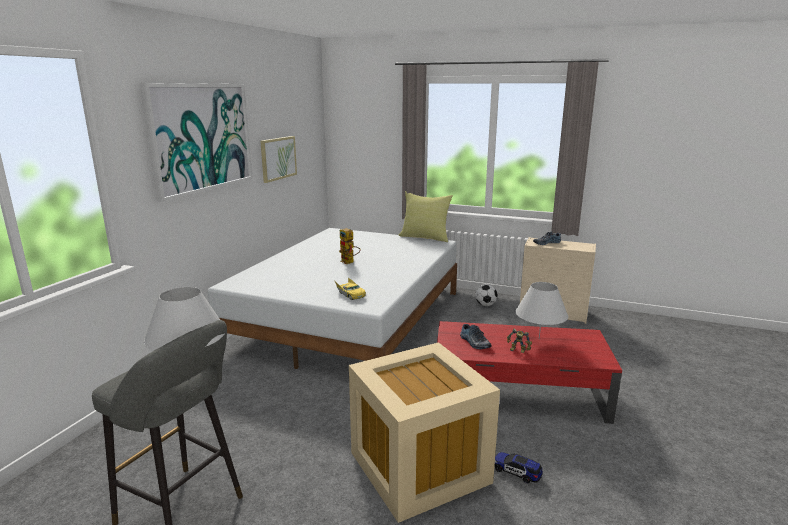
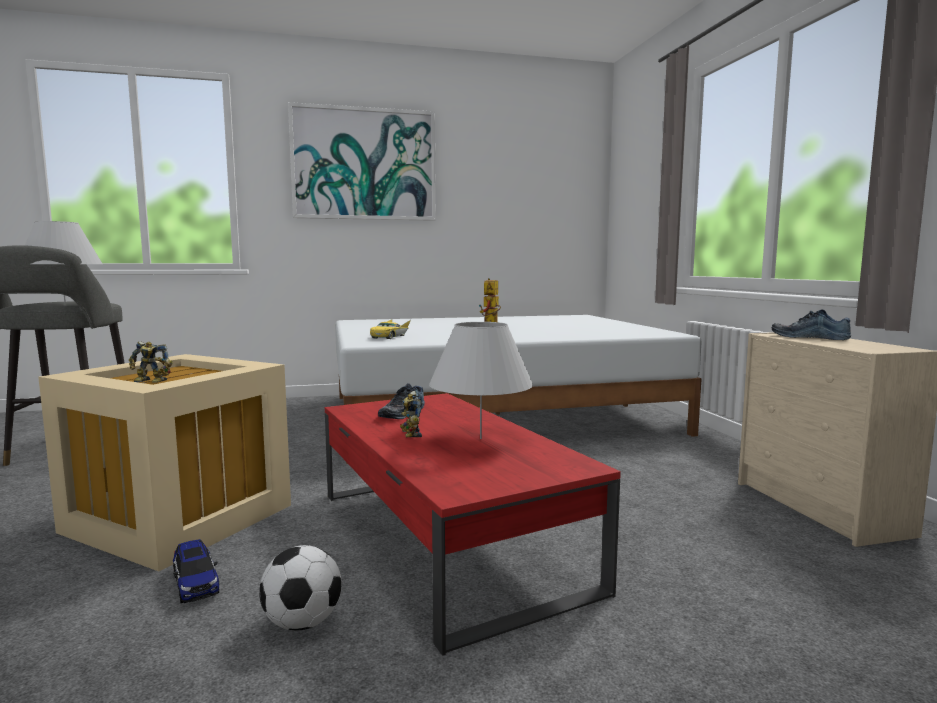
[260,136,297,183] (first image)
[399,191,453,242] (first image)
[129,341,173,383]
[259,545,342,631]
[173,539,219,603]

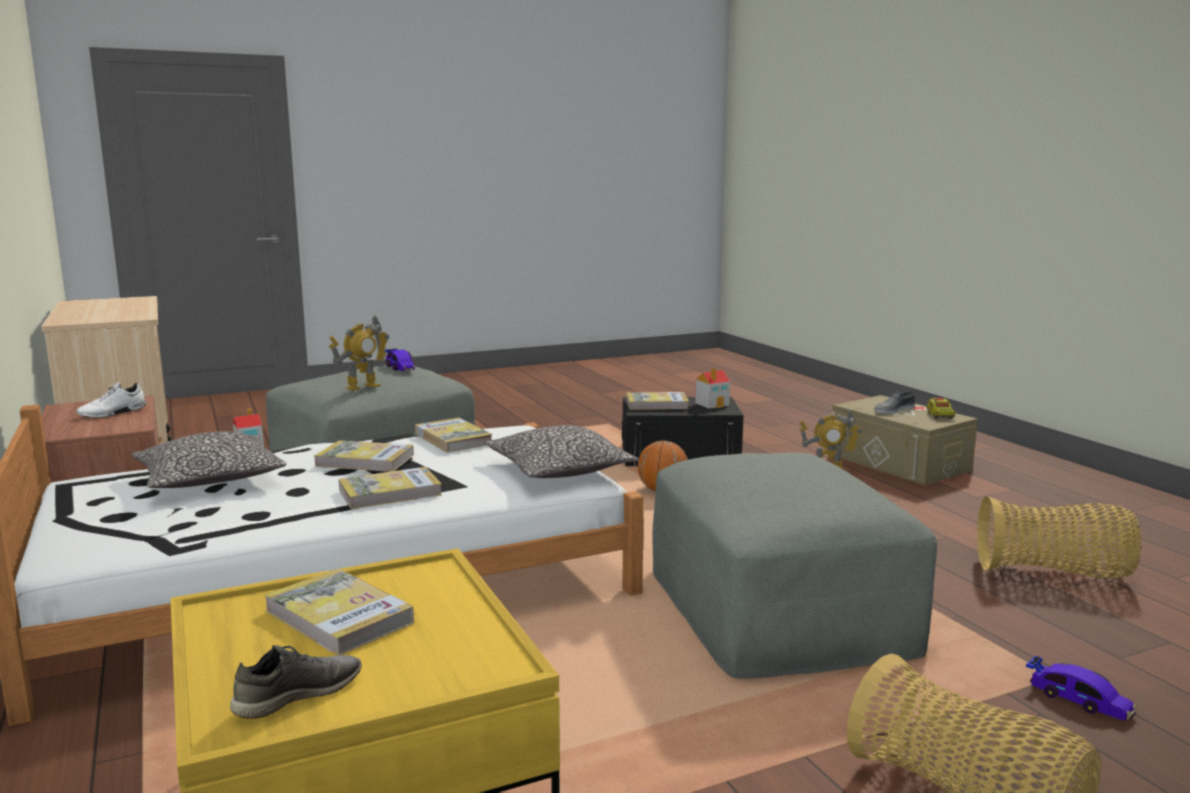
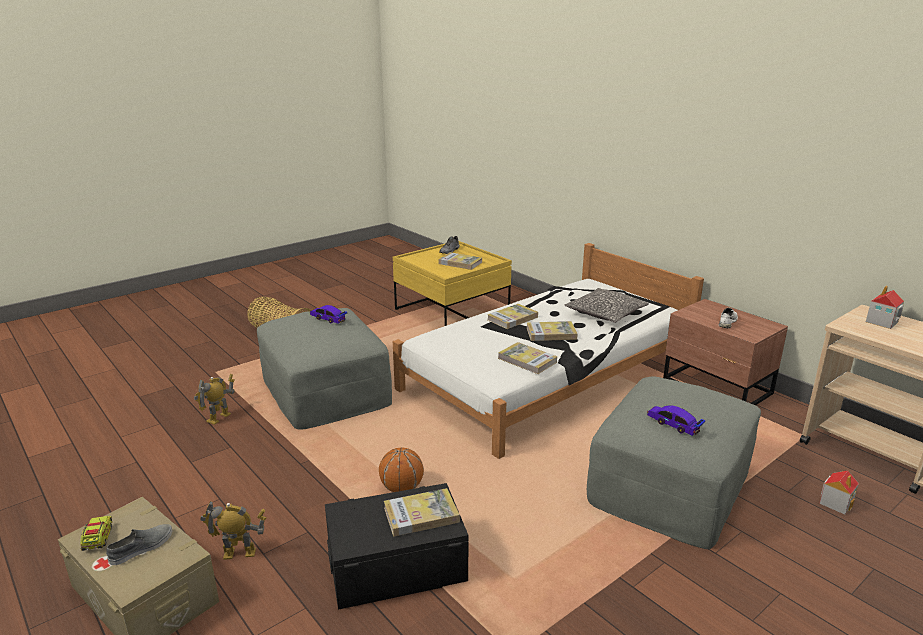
[485,425,639,478] (first image)
[977,496,1141,578] (first image)
[194,374,235,425]
[866,285,904,329]
[310,305,347,324]

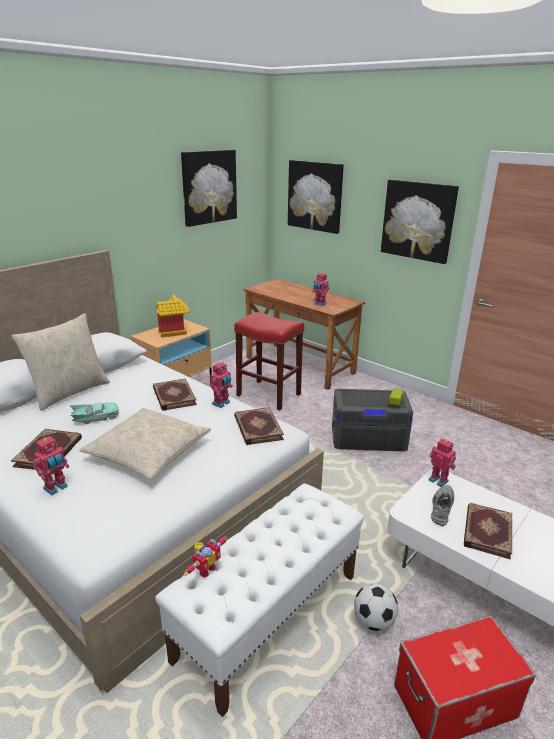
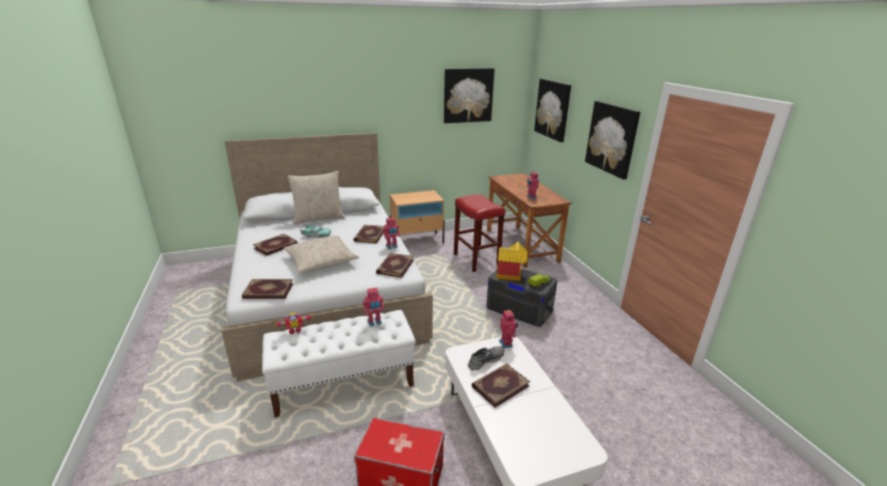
[354,583,398,631] (first image)
[242,279,293,299]
[363,288,384,326]
[496,242,527,281]

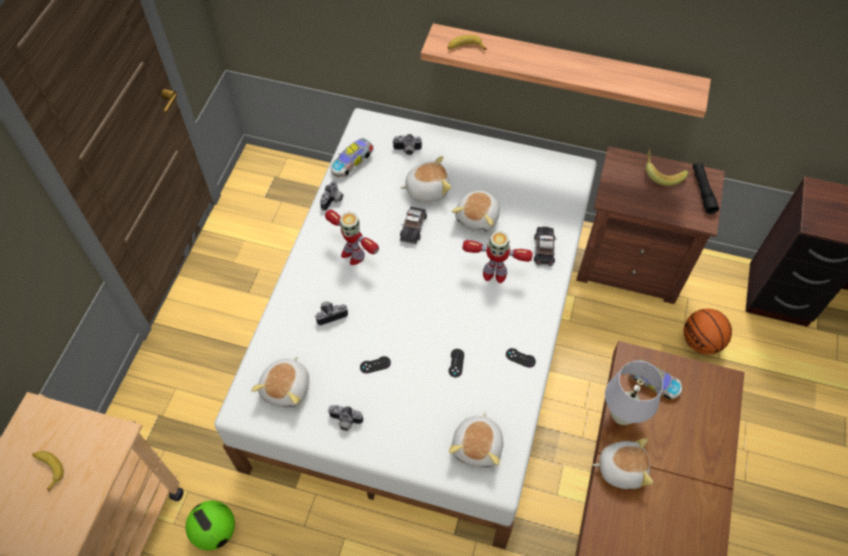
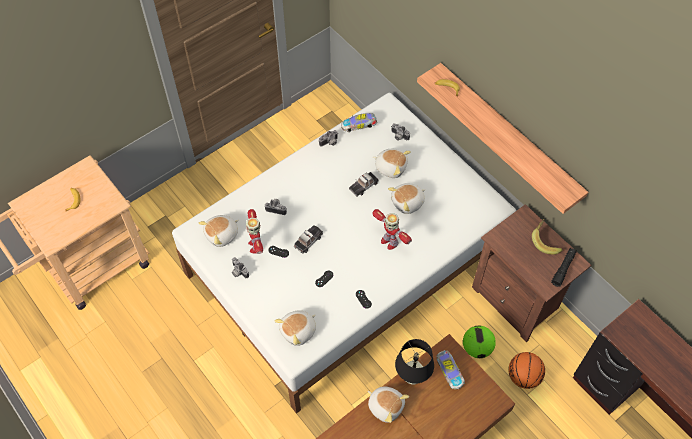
[463,326,496,358]
[246,209,263,254]
[294,225,323,253]
[395,339,434,384]

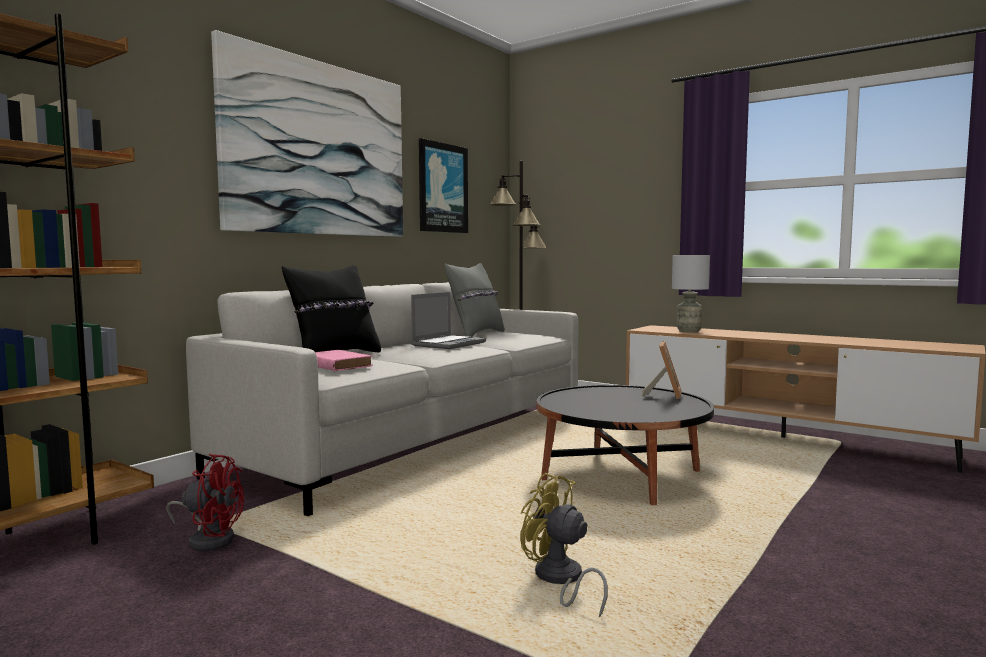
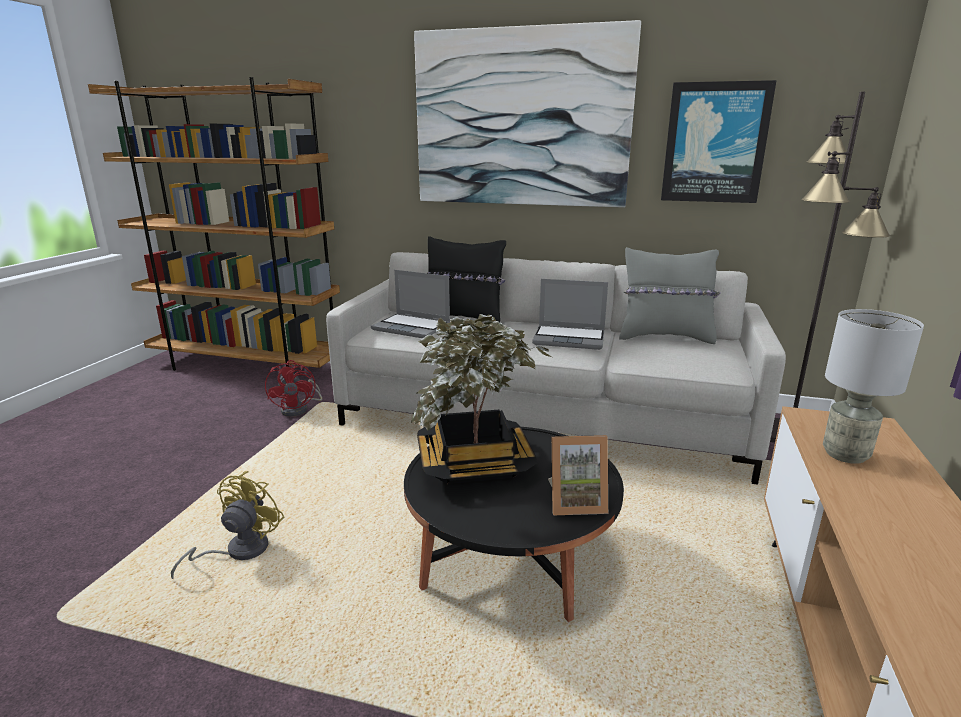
[411,314,552,484]
[371,270,450,338]

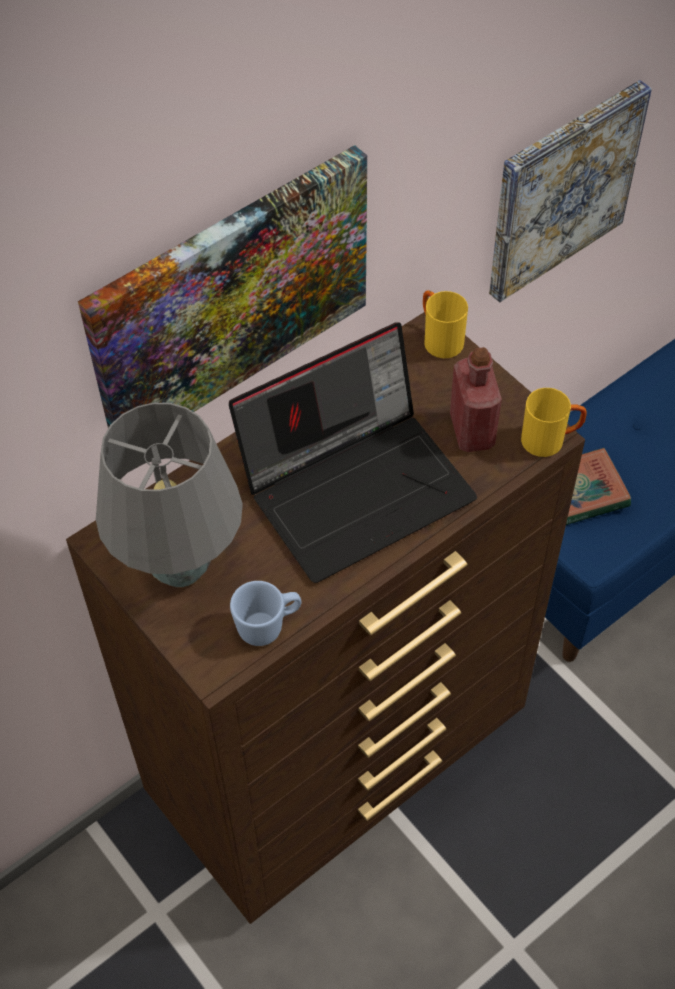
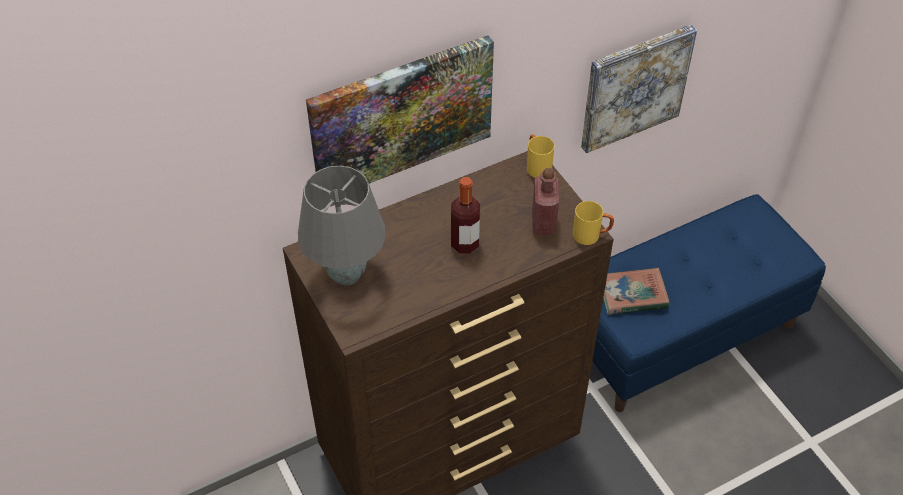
[230,581,301,646] (first image)
[451,177,480,254]

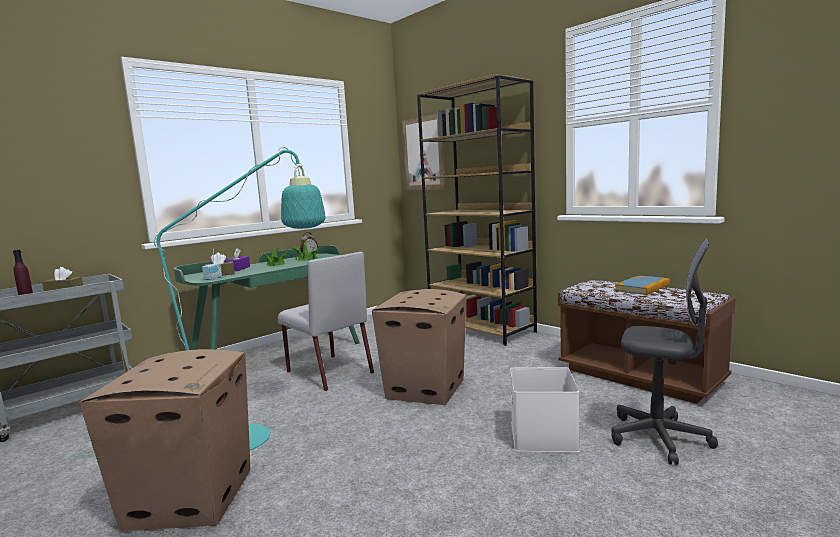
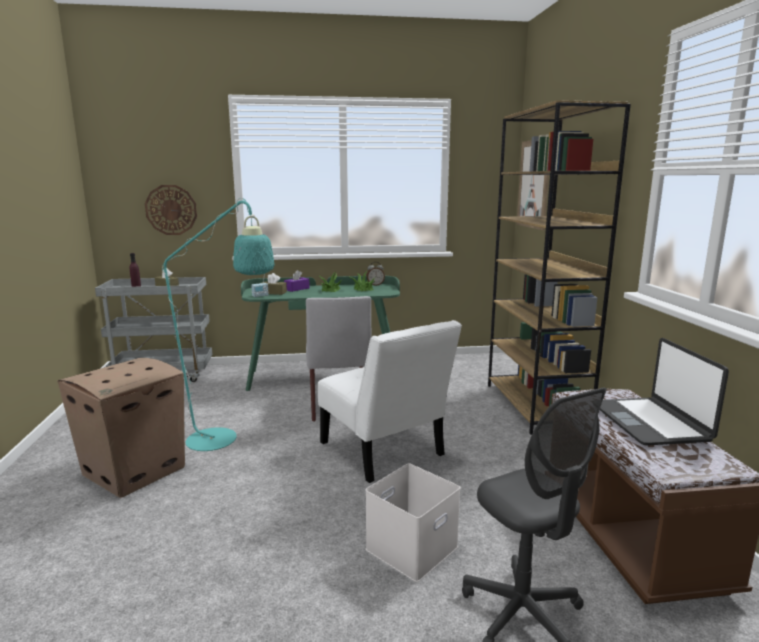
[145,185,197,235]
[318,320,462,483]
[600,338,729,446]

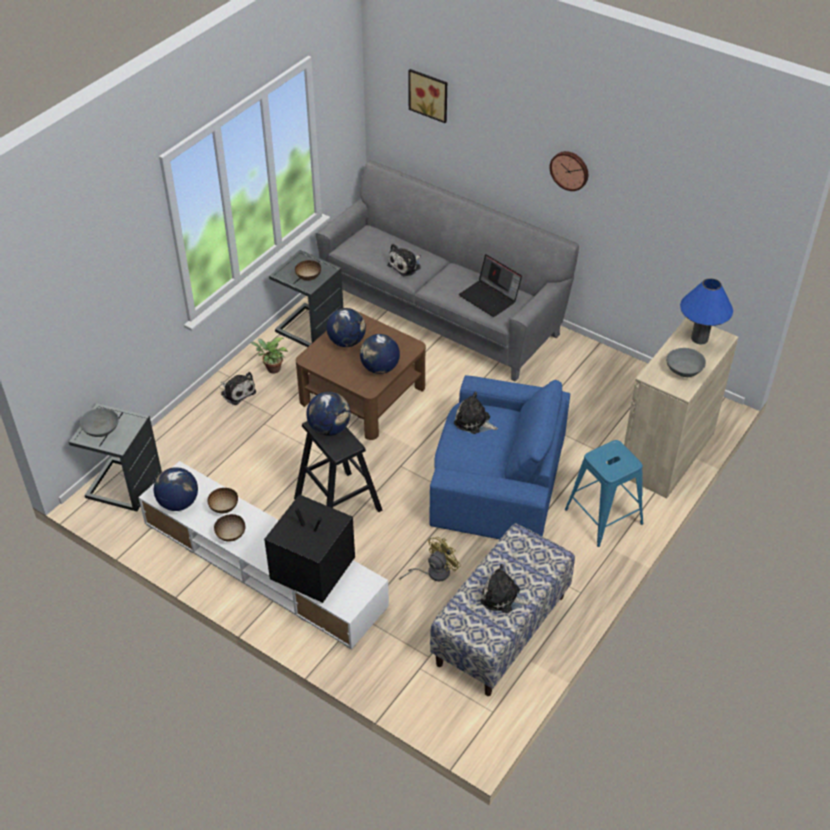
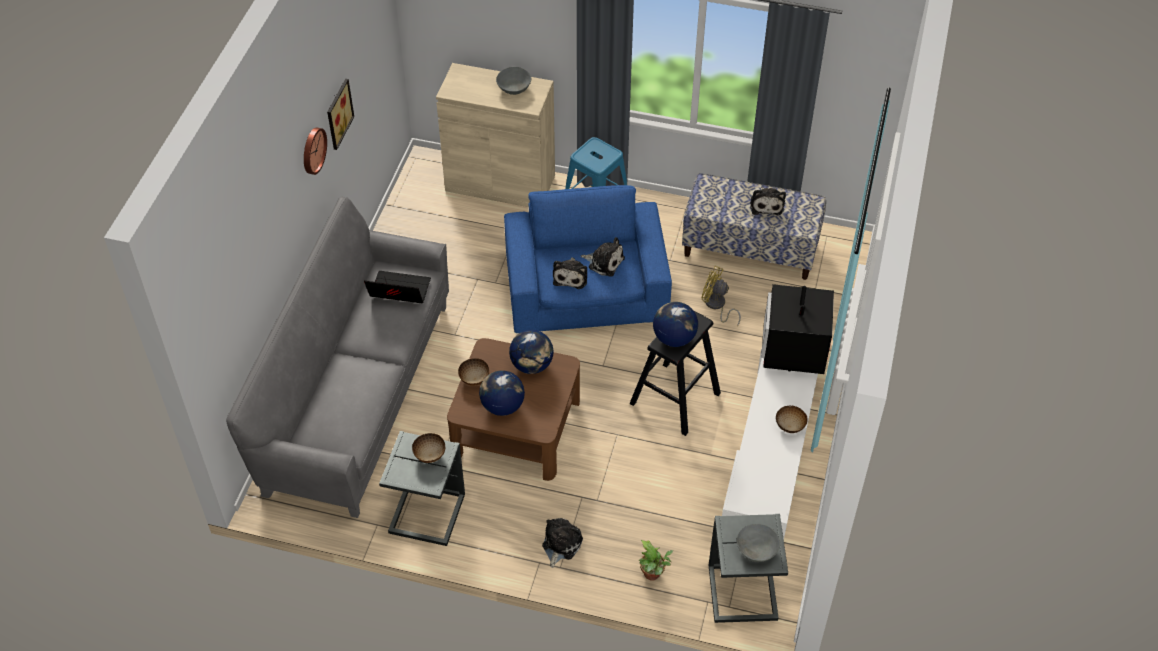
[154,467,198,511] (first image)
[680,278,733,344] (first image)
[458,358,489,386]
[639,540,673,580]
[581,237,625,277]
[327,79,354,150]
[364,271,431,303]

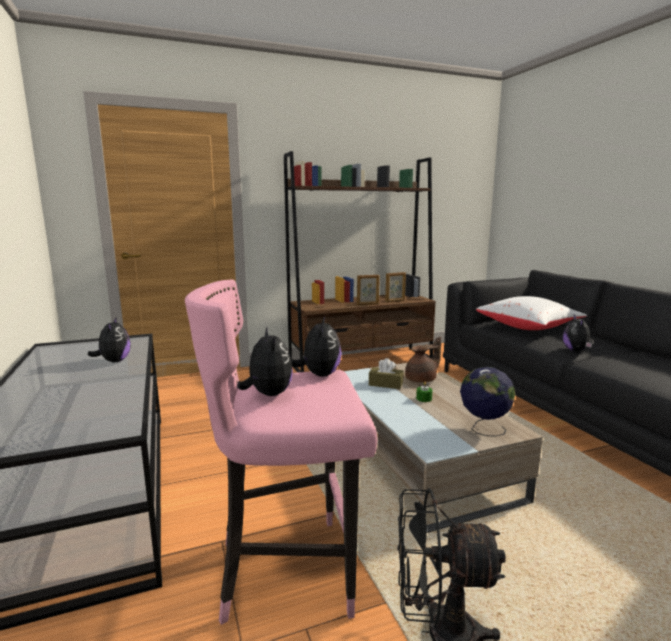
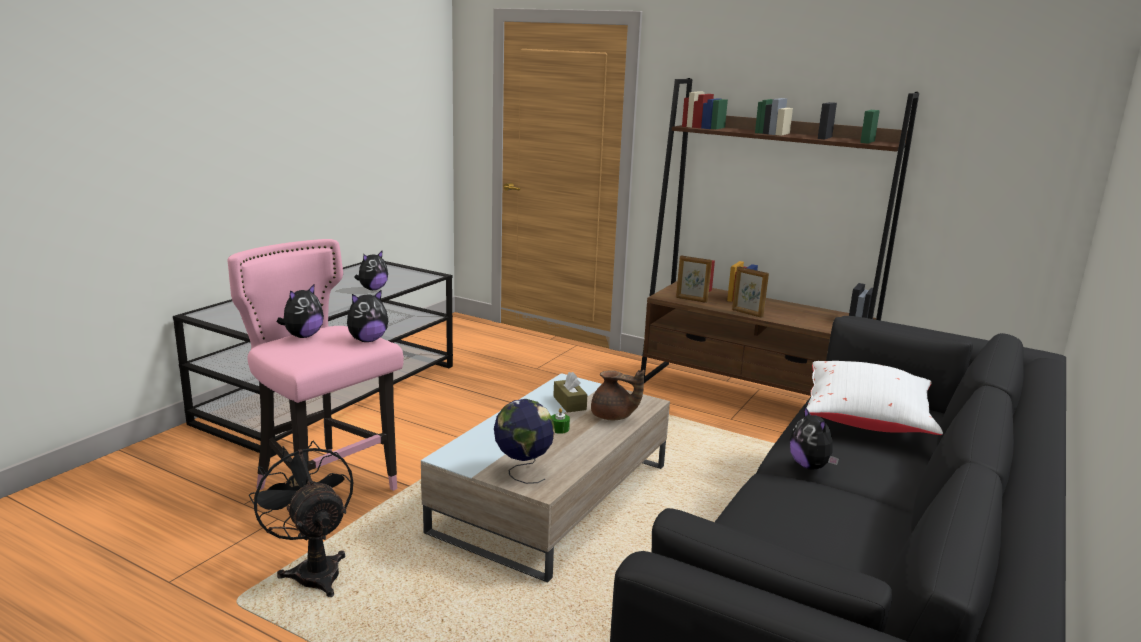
[676,255,712,303]
[790,406,839,470]

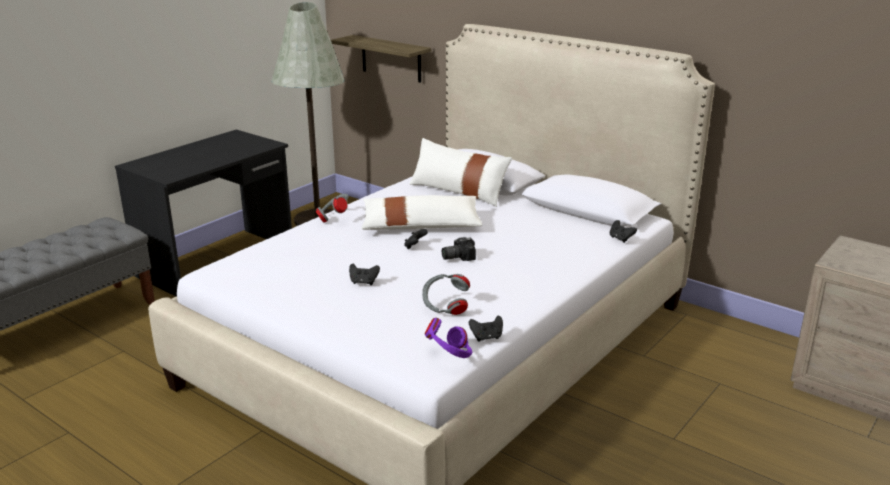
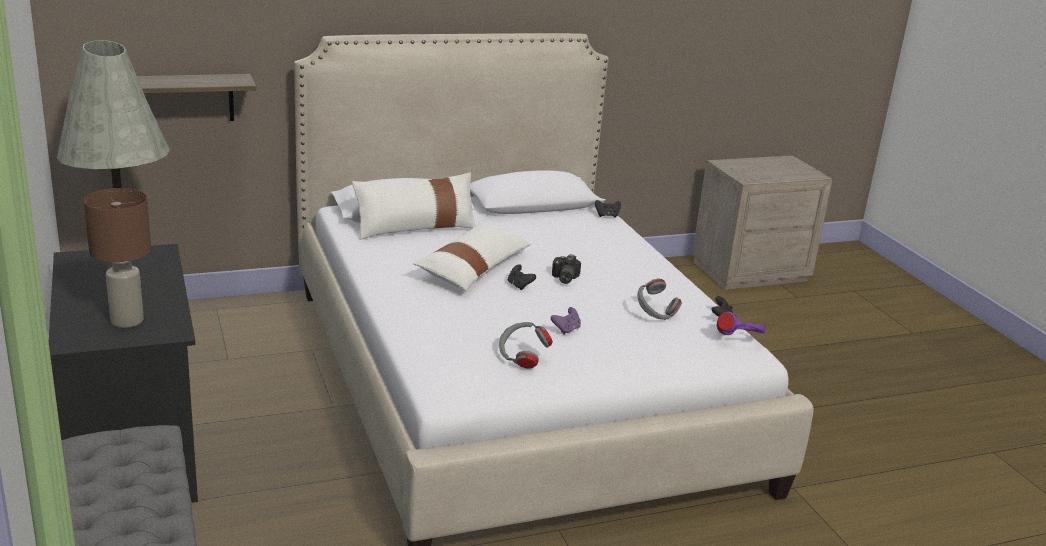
[84,188,151,328]
[499,322,553,369]
[551,307,581,335]

